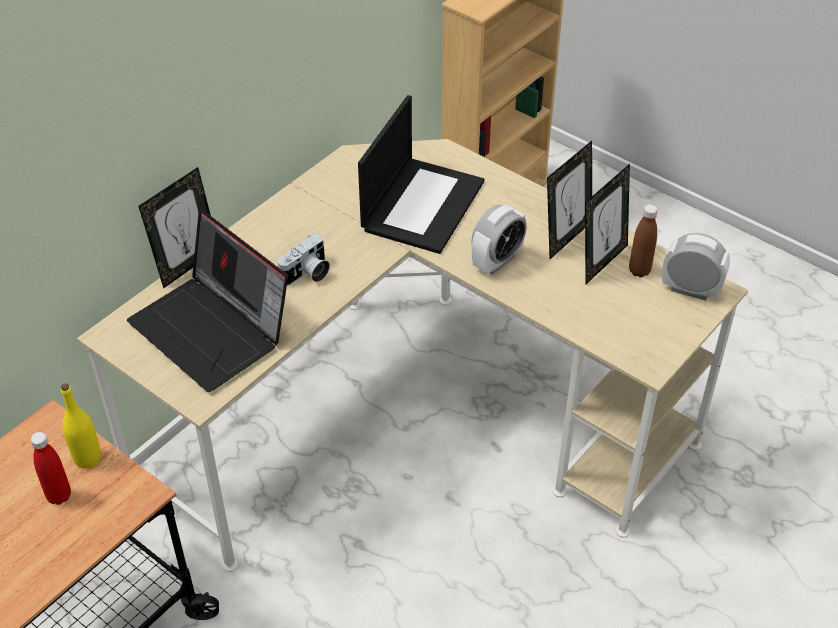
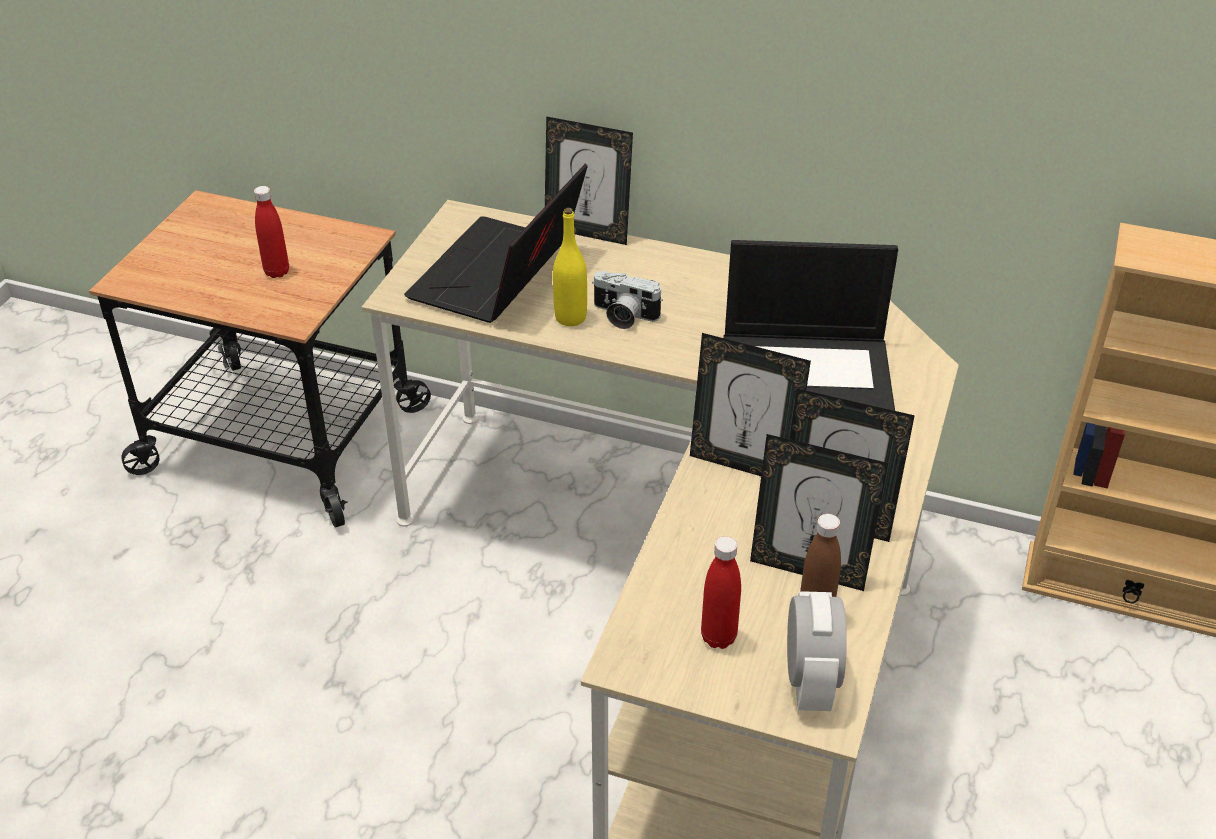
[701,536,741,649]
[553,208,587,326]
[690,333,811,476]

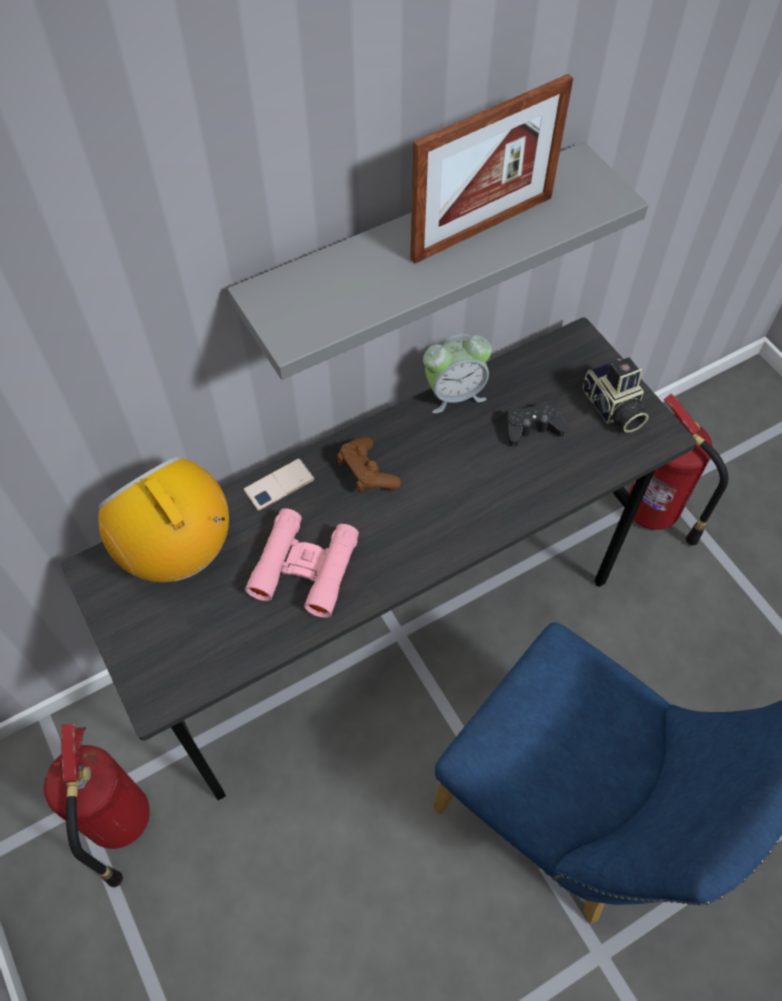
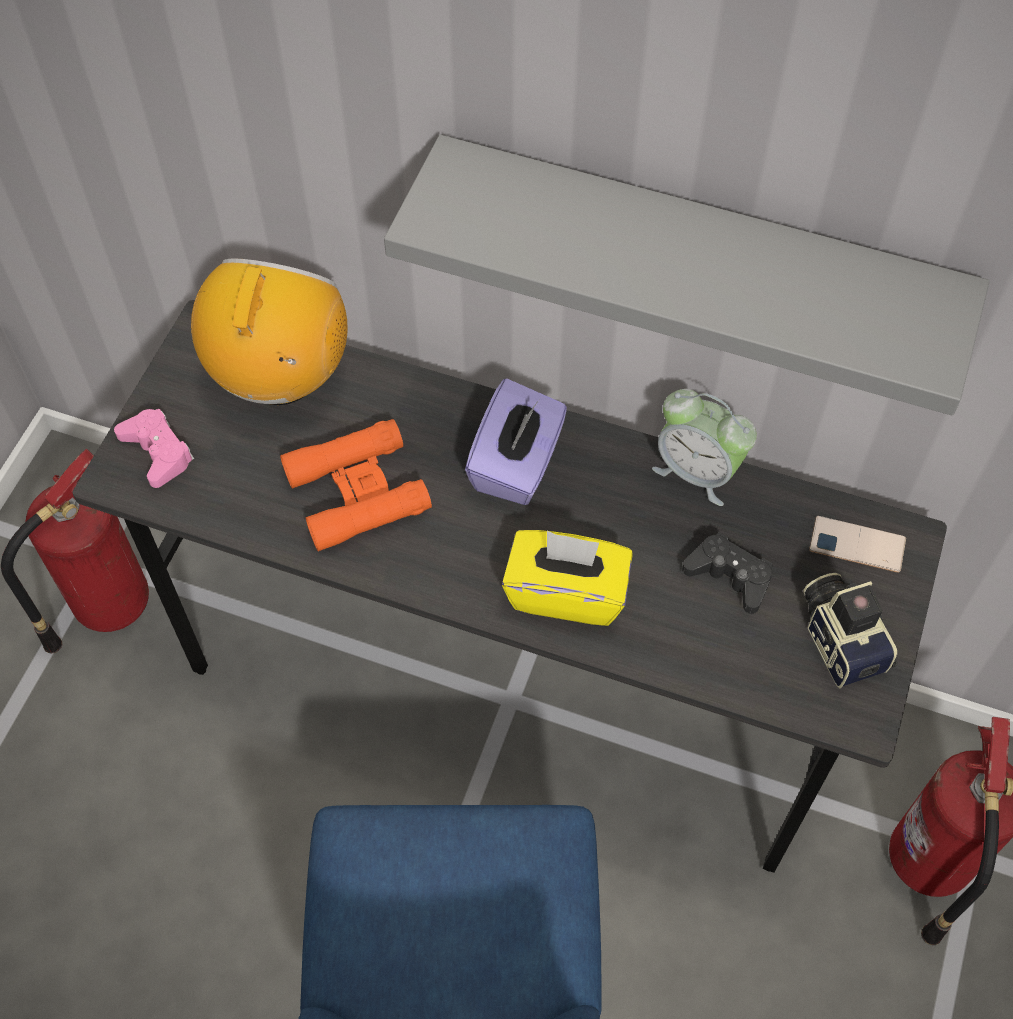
[410,74,573,264] (first image)
[114,409,194,488]
[502,530,633,626]
[809,516,906,573]
[465,378,567,505]
[280,419,432,552]
[803,573,898,688]

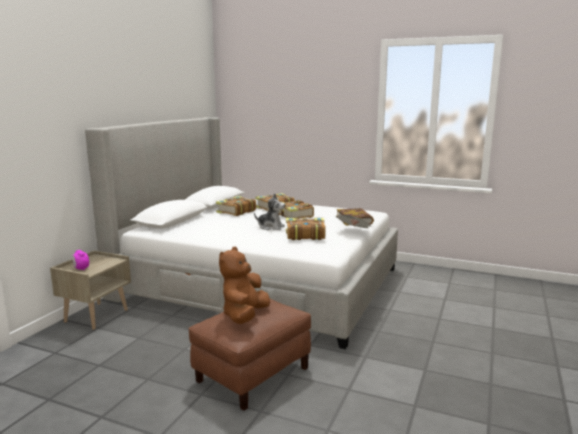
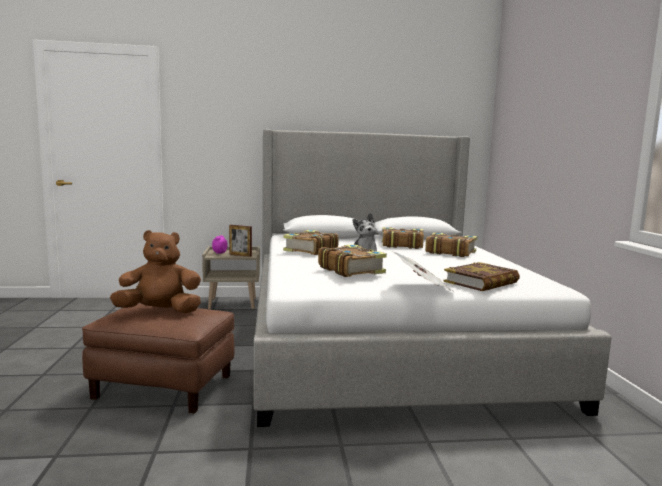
[229,225,252,257]
[283,230,339,255]

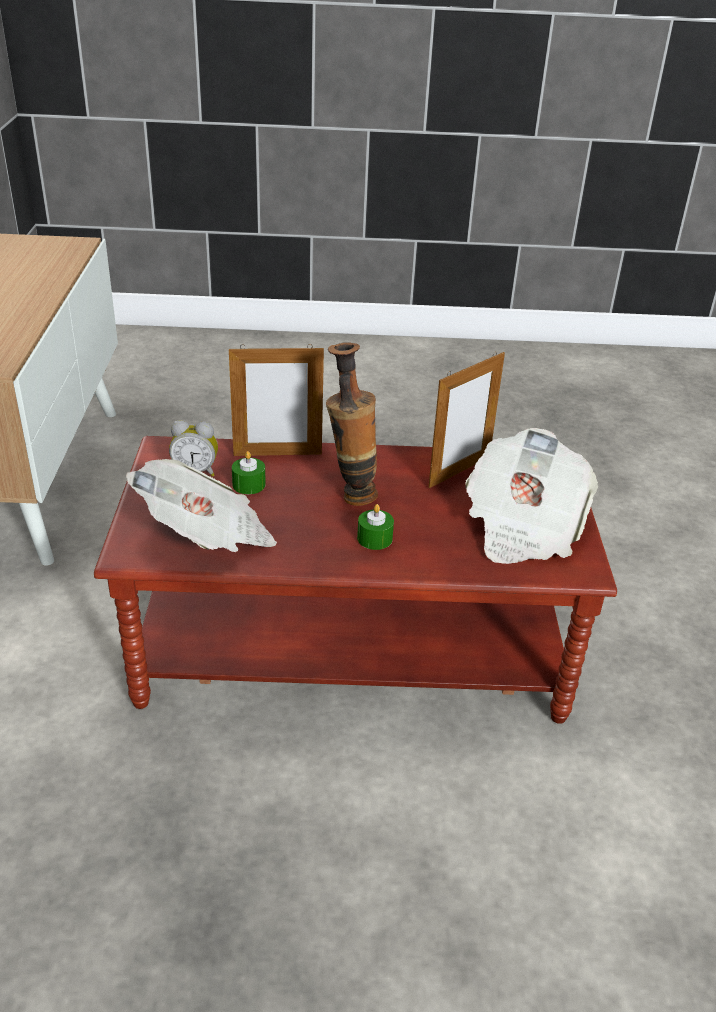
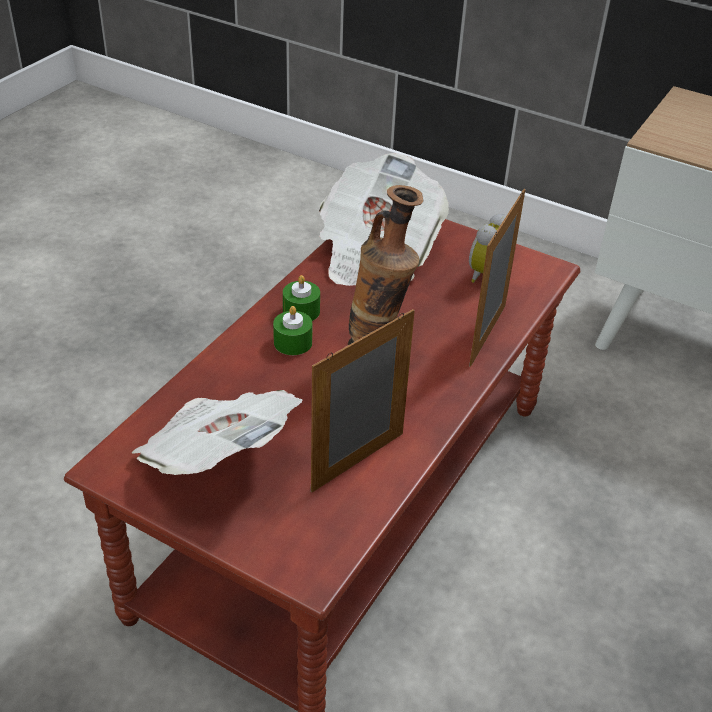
[283,275,320,321]
[311,309,415,492]

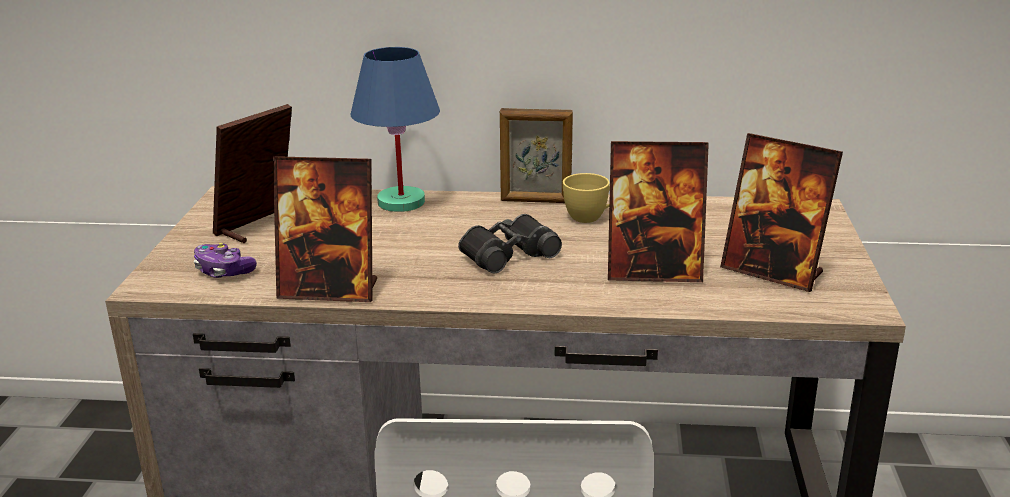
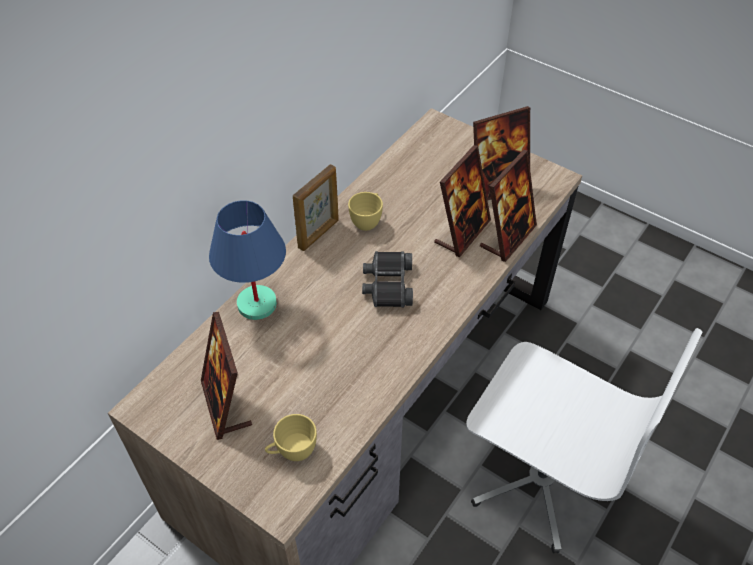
[480,150,537,262]
[265,414,317,461]

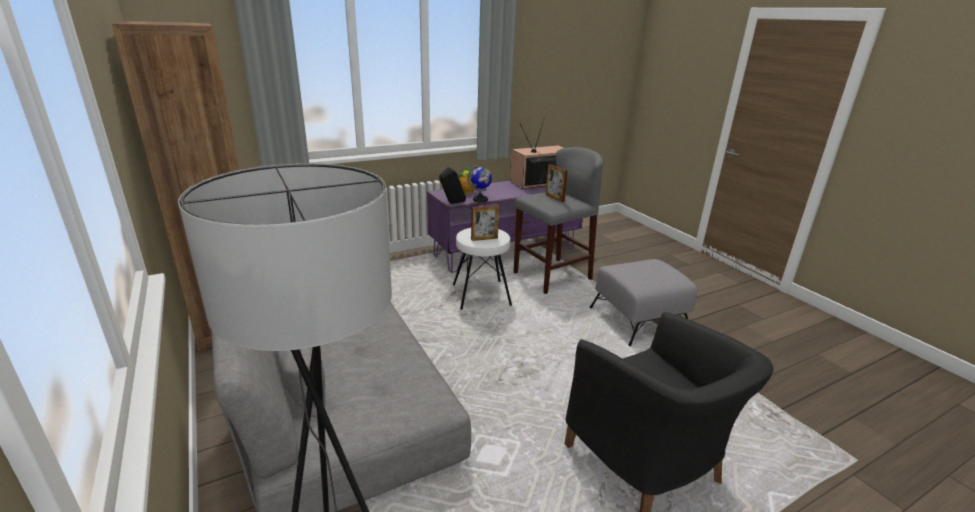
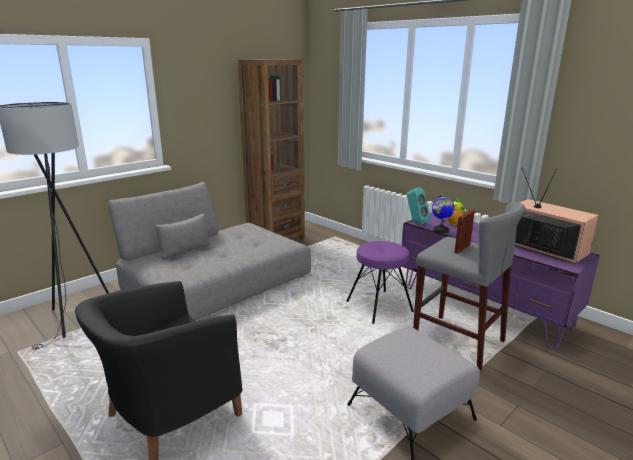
[471,205,499,241] (first image)
[407,187,430,224]
[346,241,414,324]

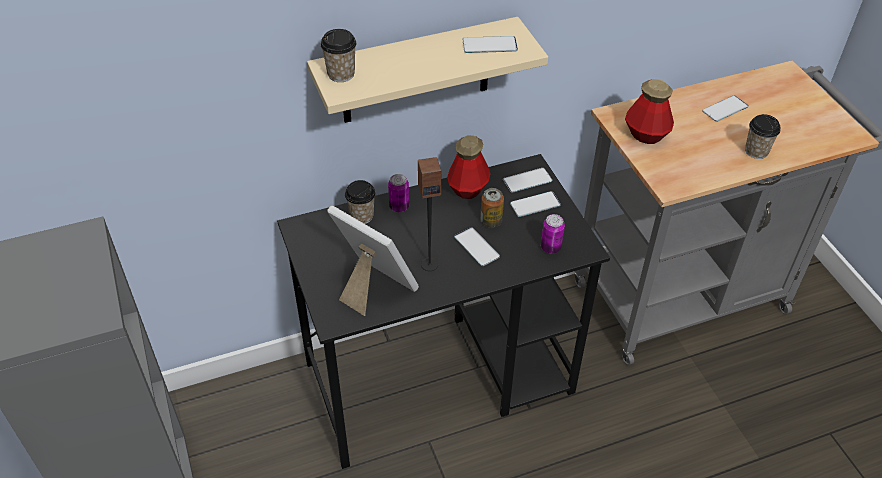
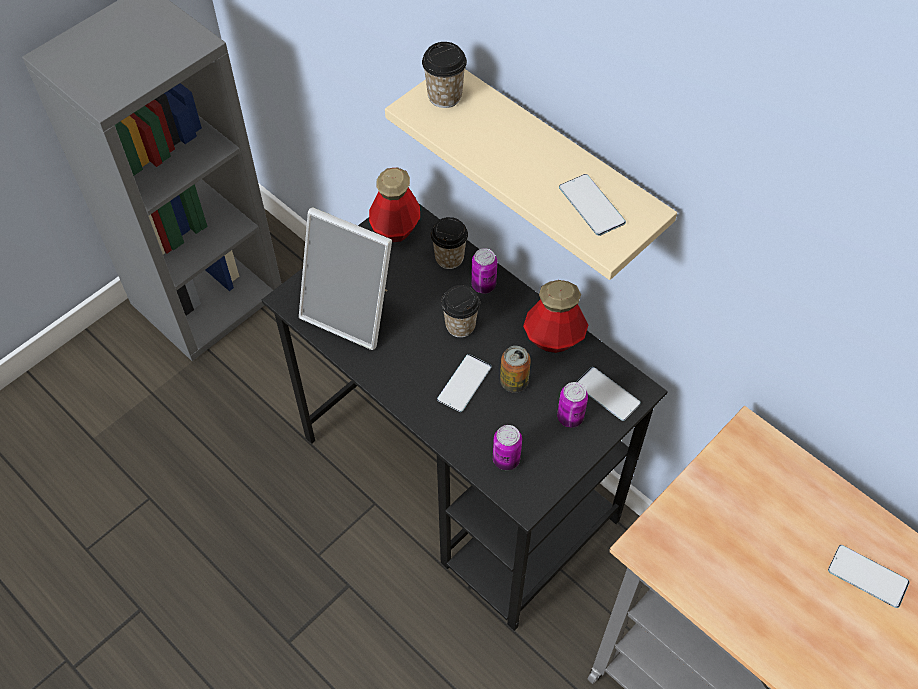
[418,157,441,271] (first image)
[369,167,420,242]
[441,285,480,338]
[557,382,588,427]
[299,207,392,350]

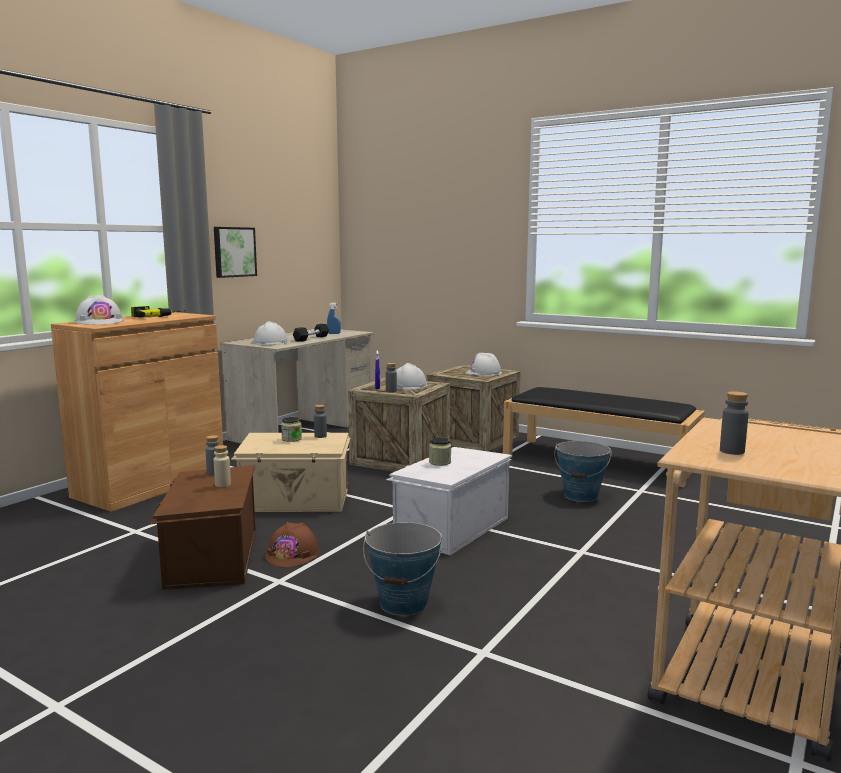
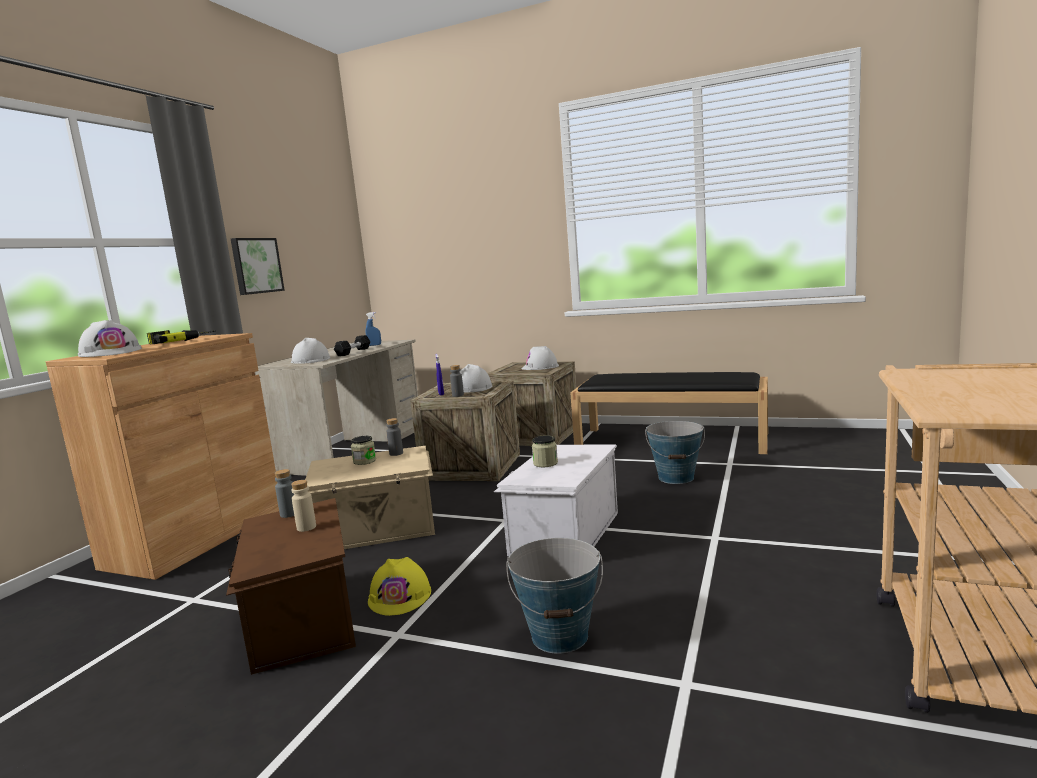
[720,391,749,455] (first image)
[368,557,431,616]

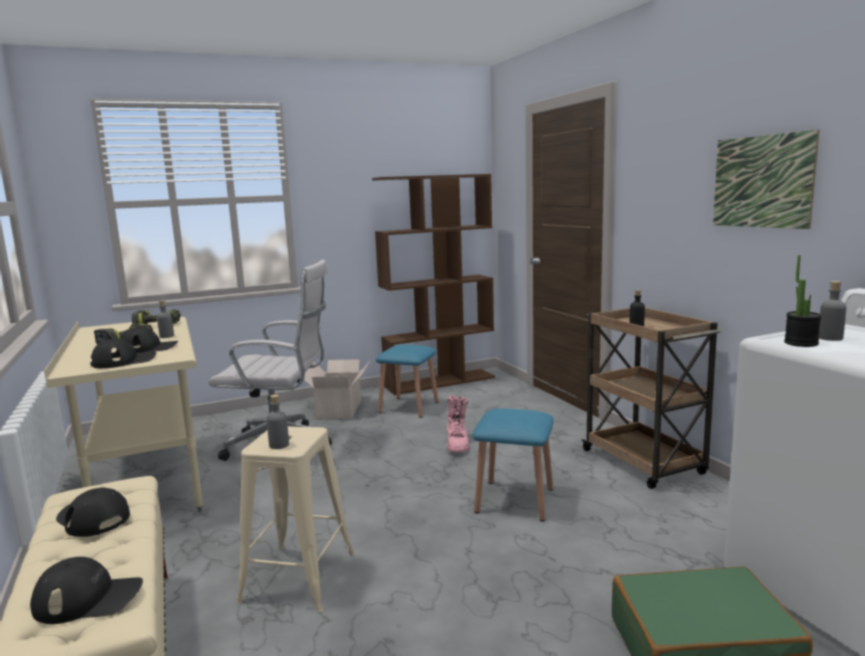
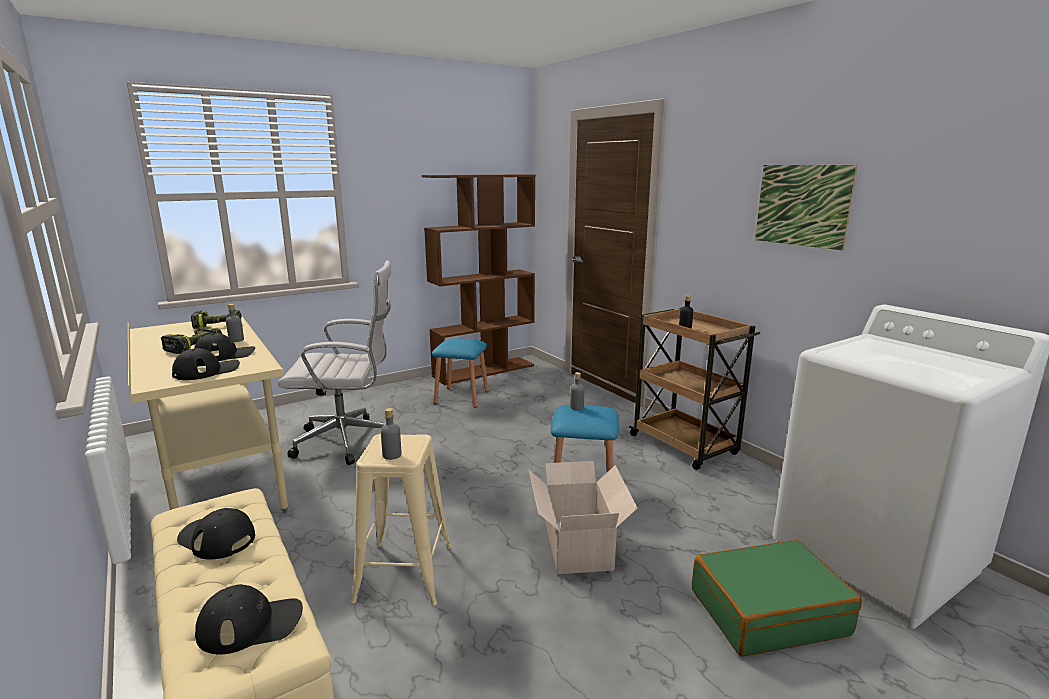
[447,396,469,453] (first image)
[784,255,821,347] (first image)
[529,461,638,574]
[570,372,584,410]

